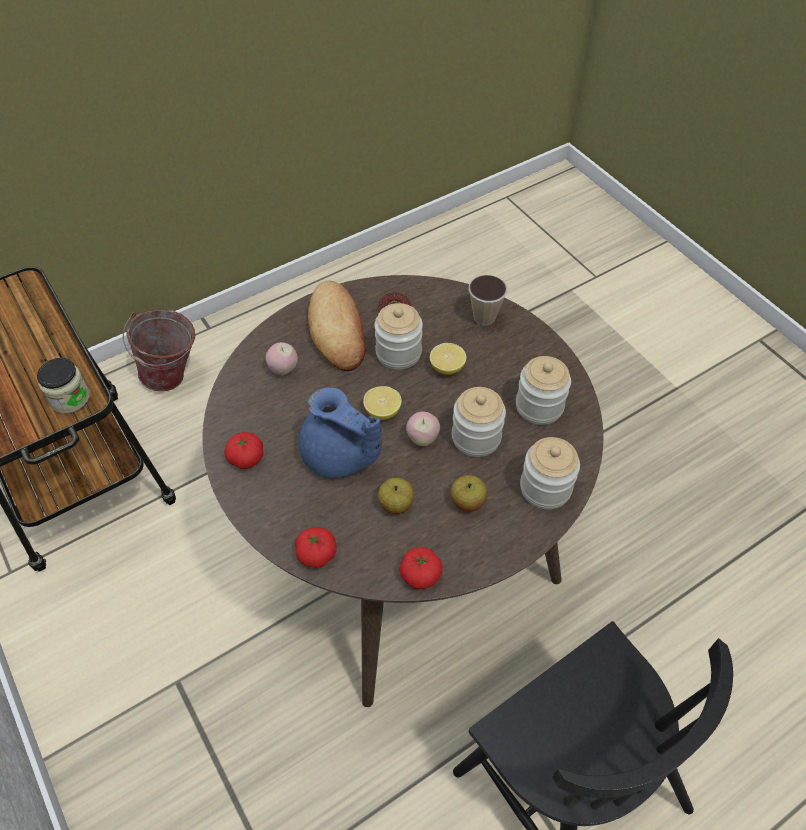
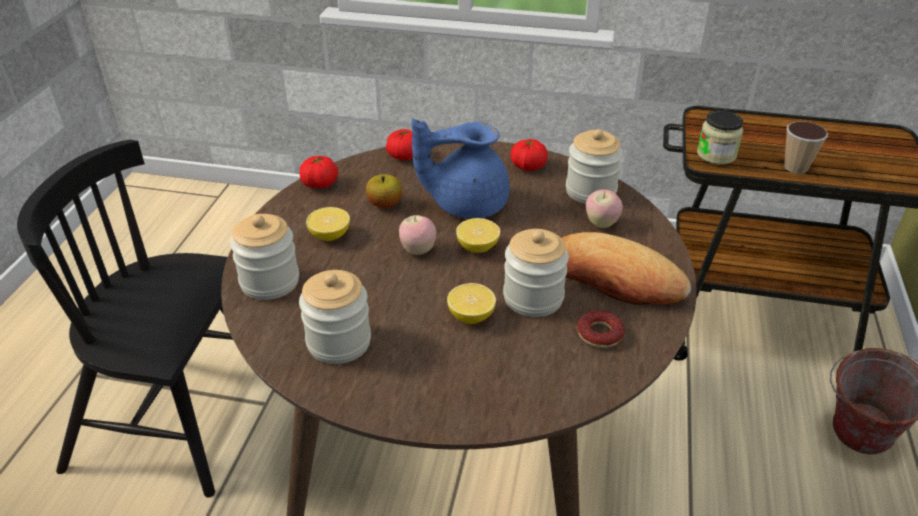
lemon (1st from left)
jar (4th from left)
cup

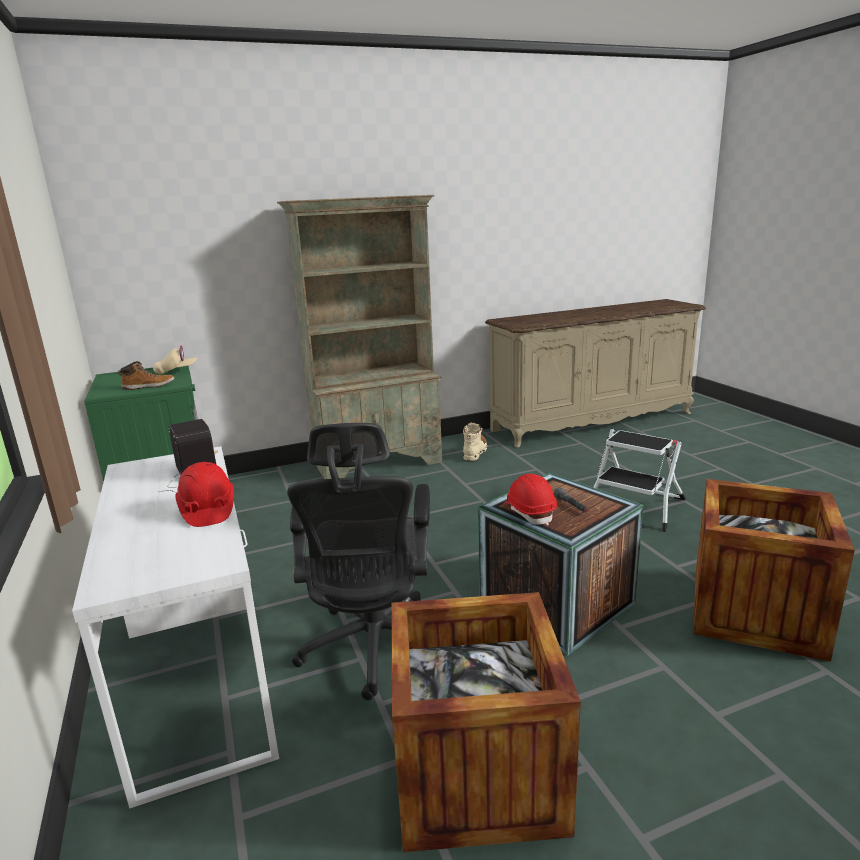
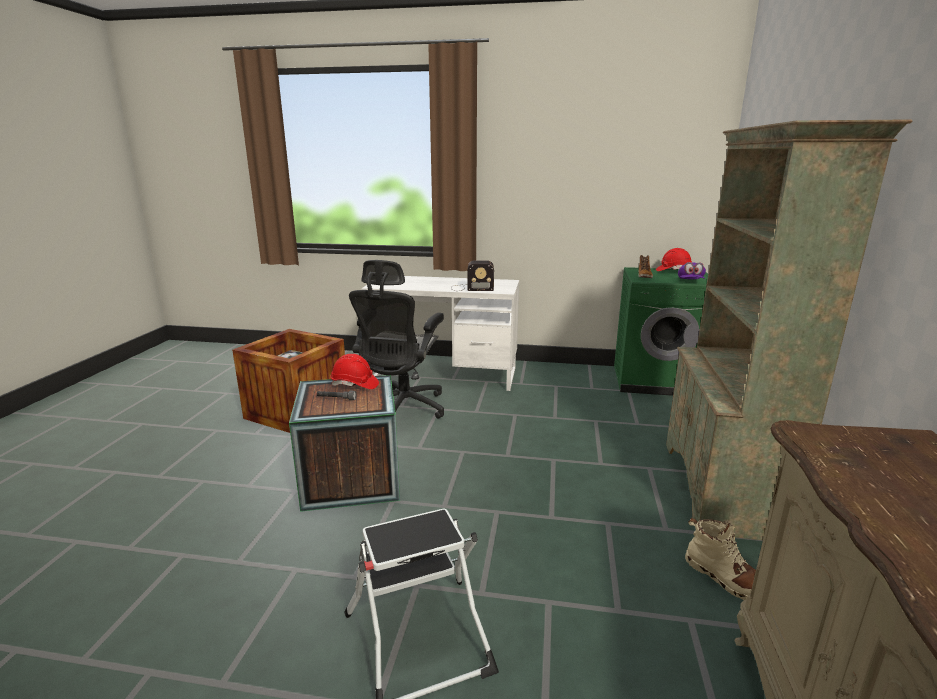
purple cap
red hard hat (2nd from left)
office chair
crate (3rd from left in the first image)

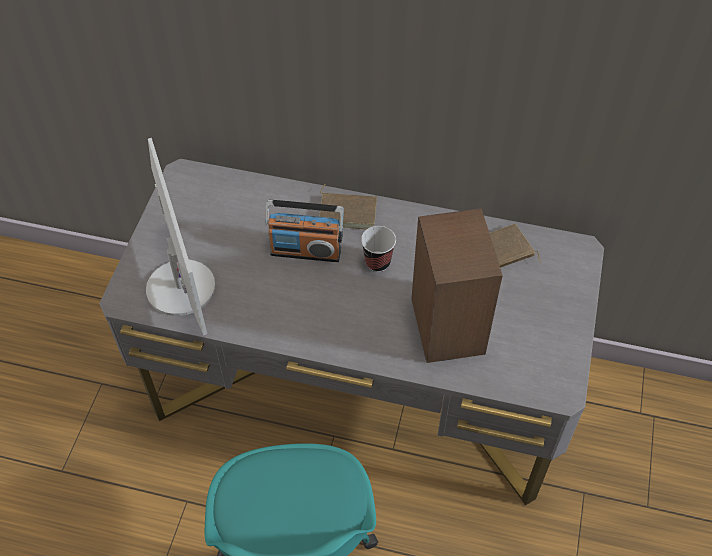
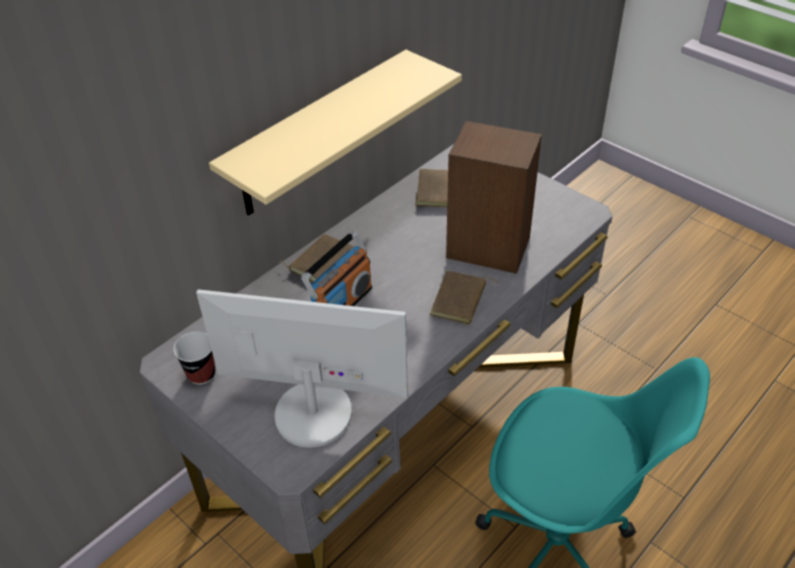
cup
beige shelf
brown book (3rd from left)

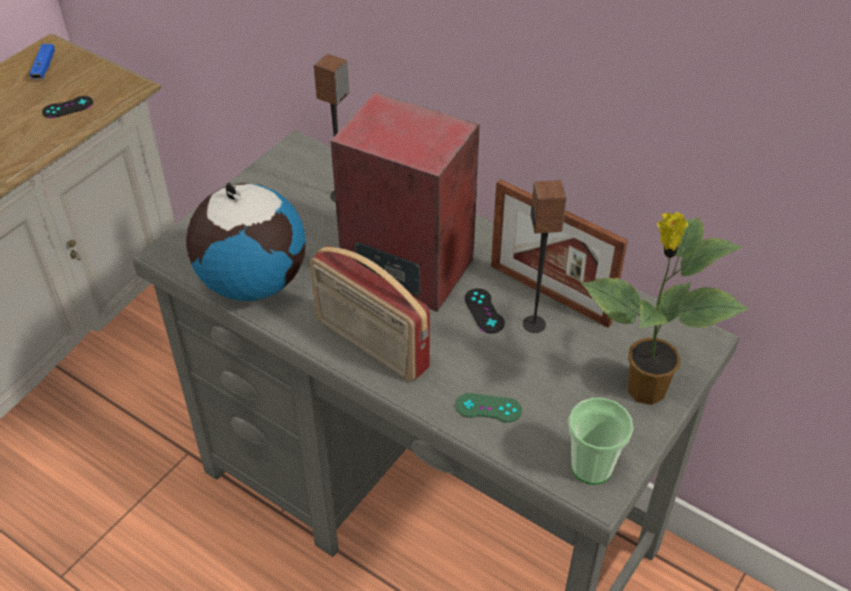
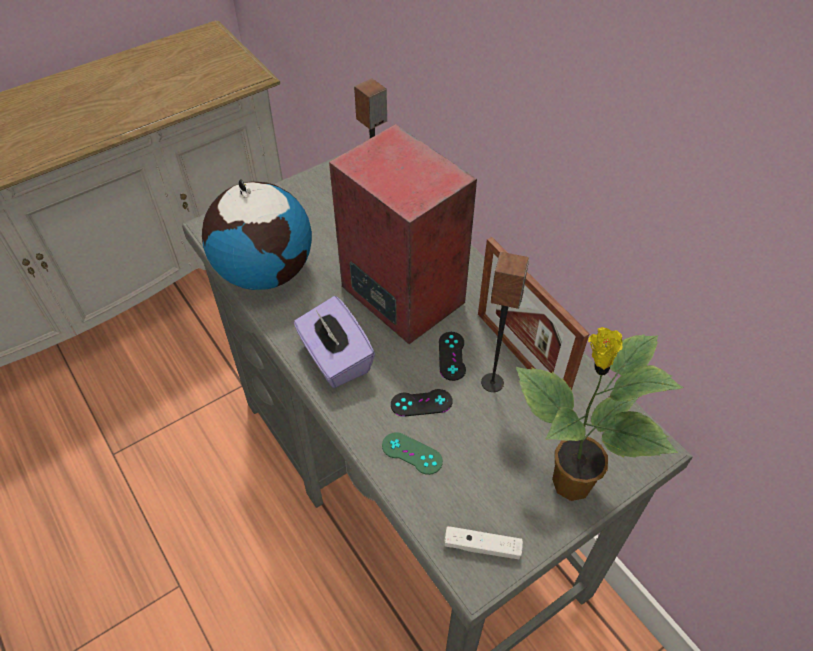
blue game controller
black game controller (1st from left)
purple tissue box
white game controller

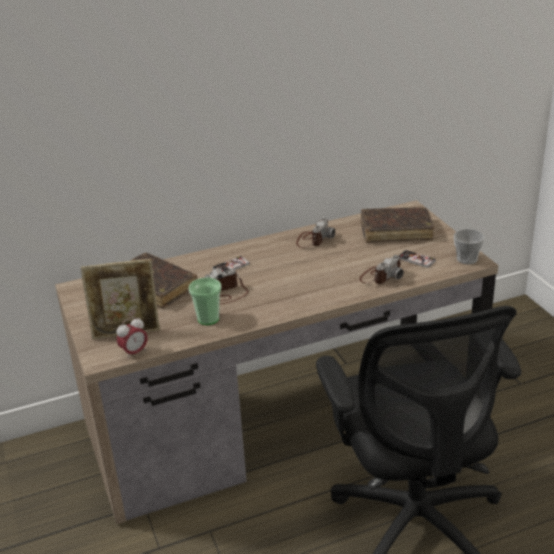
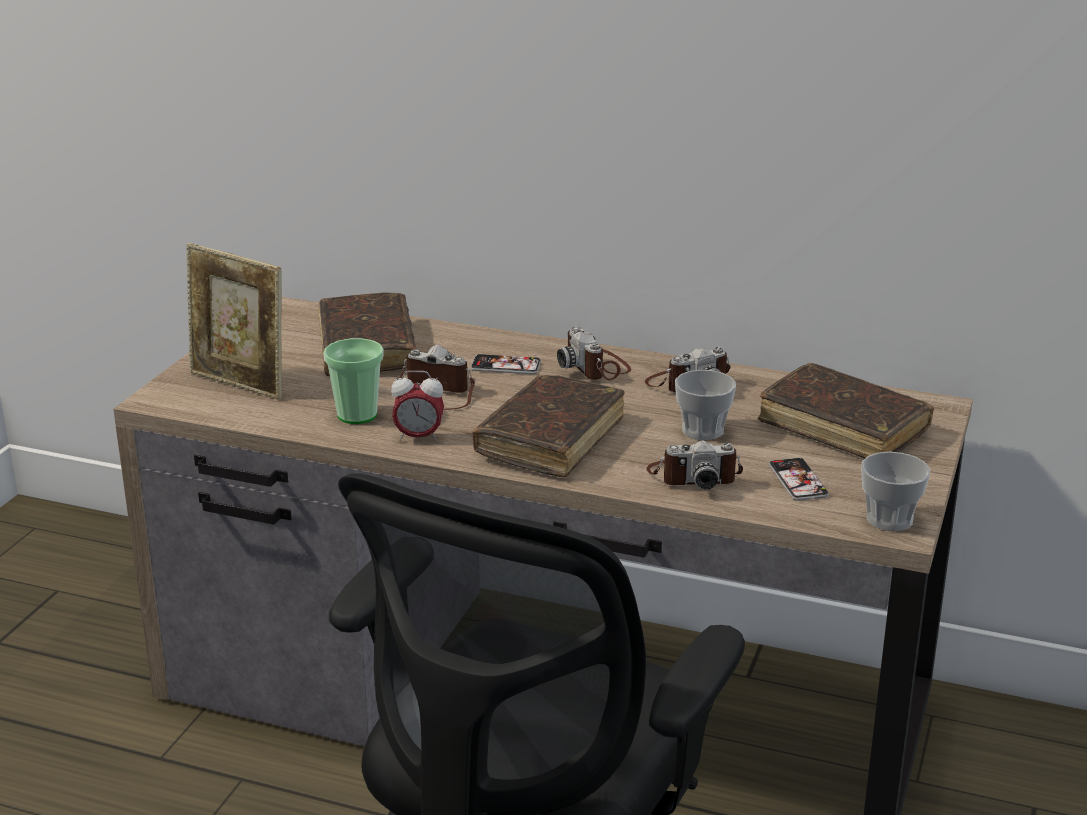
alarm clock
brown book (2nd from left)
photo camera (2nd from left)
cup (2nd from left)

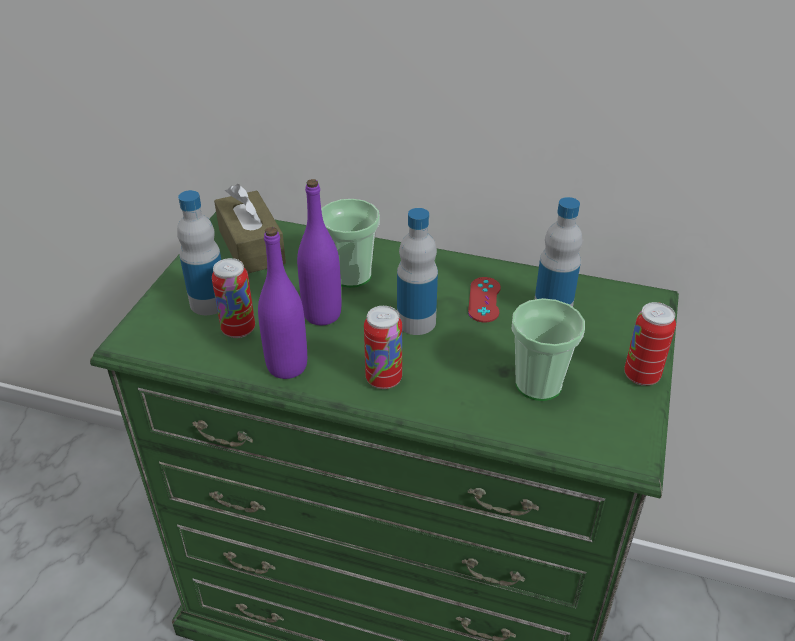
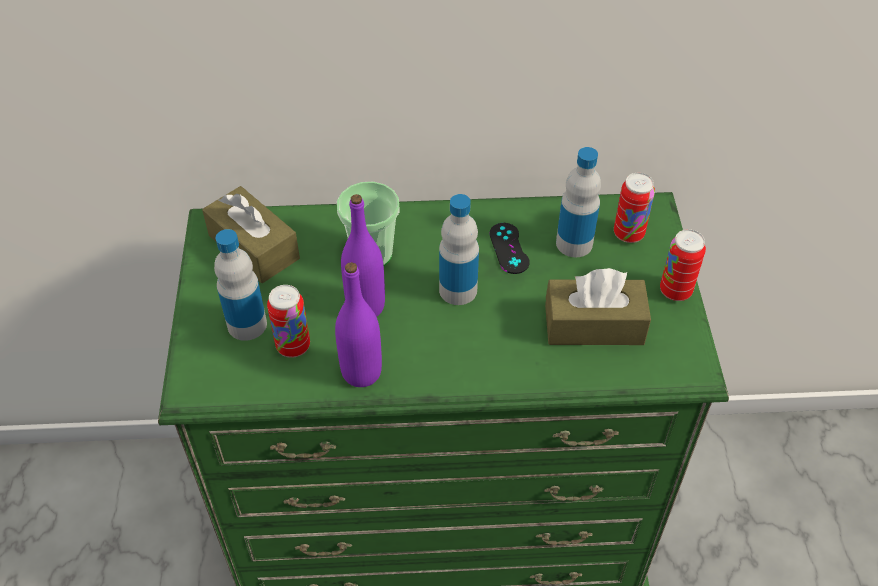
can (2nd from left)
black game controller
brown tissue box (2nd from left)

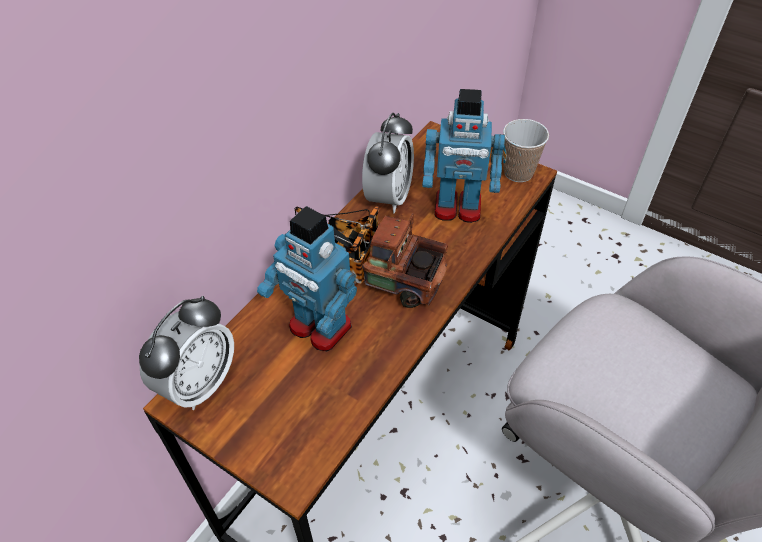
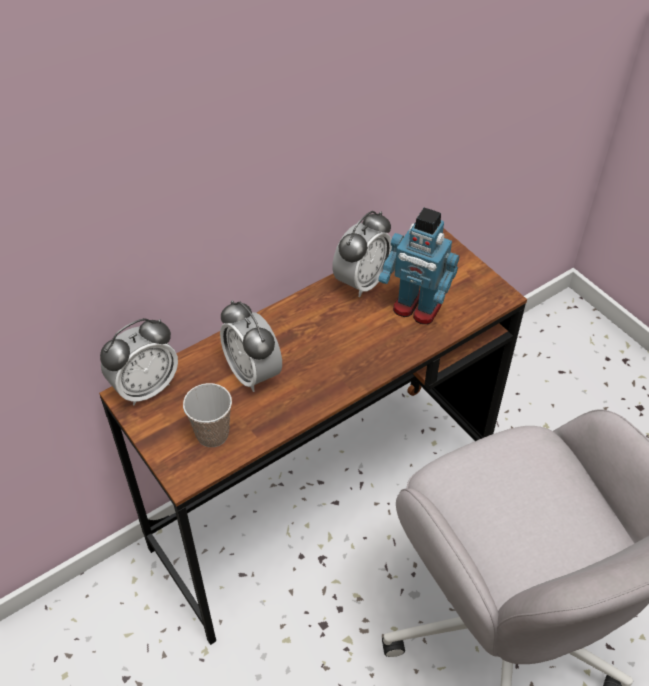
alarm clock (2nd from left)
toy truck
cup

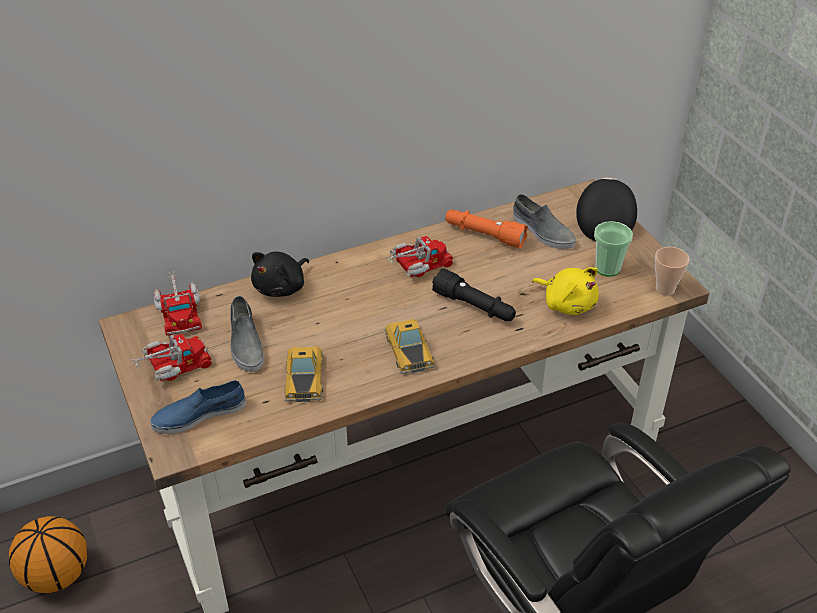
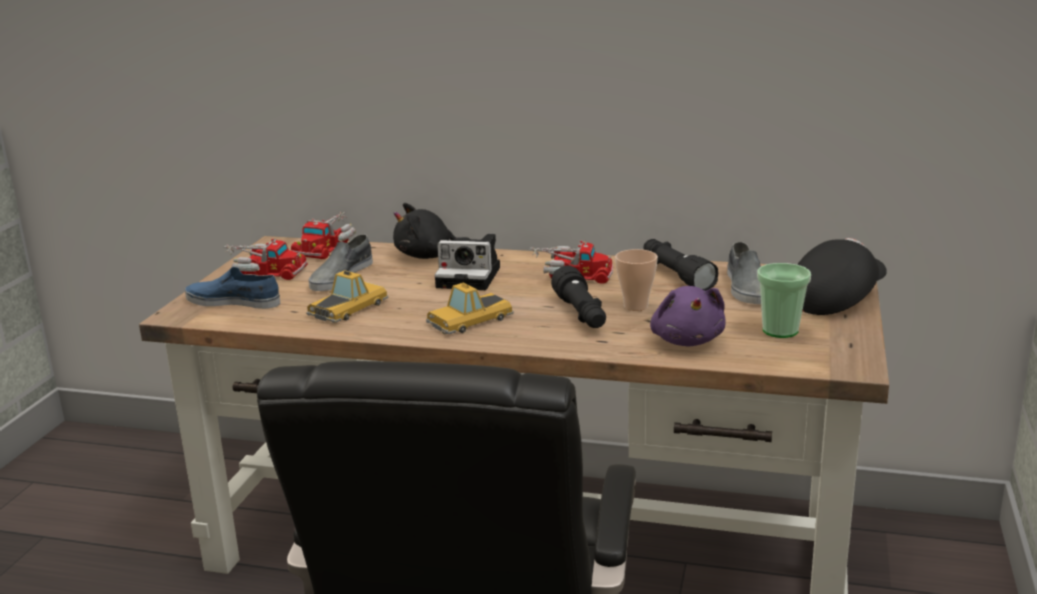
basketball
toy car (2nd from left)
black flashlight (2nd from left)
purple plush toy
cup (1st from left)
photo camera

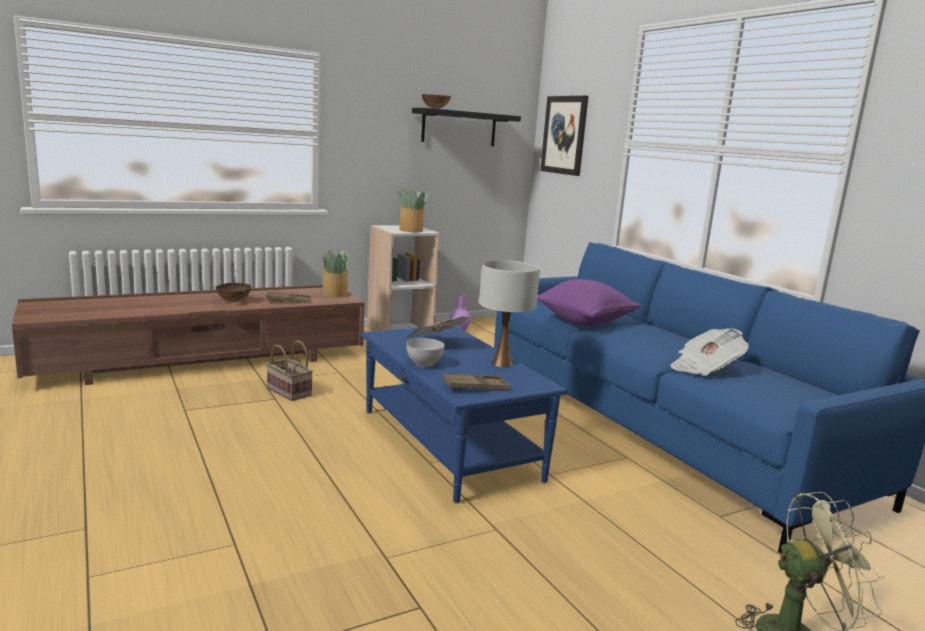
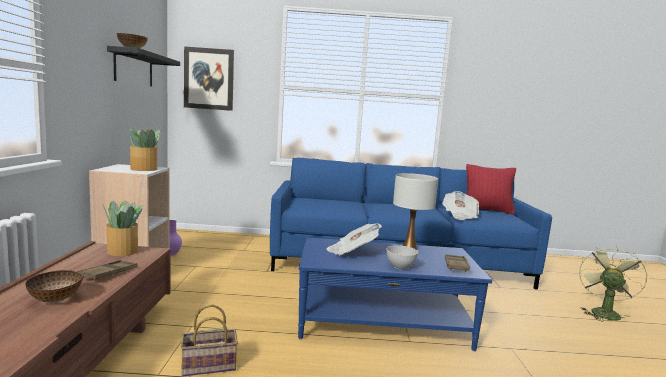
purple pillow
red pillow

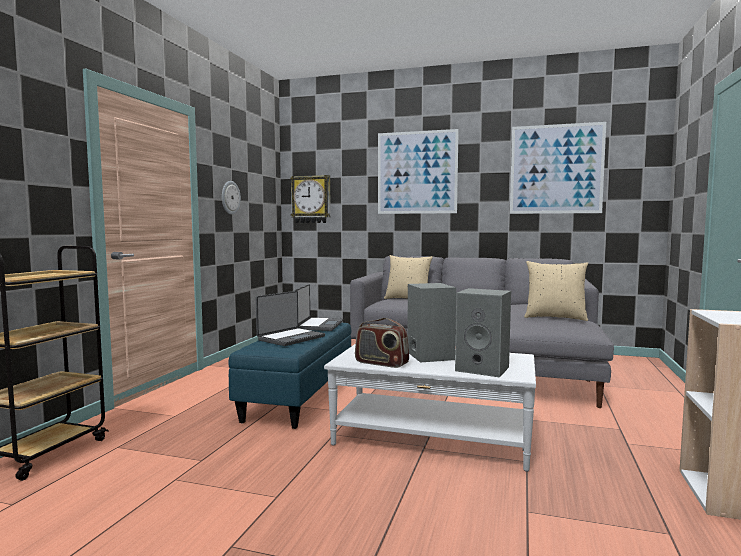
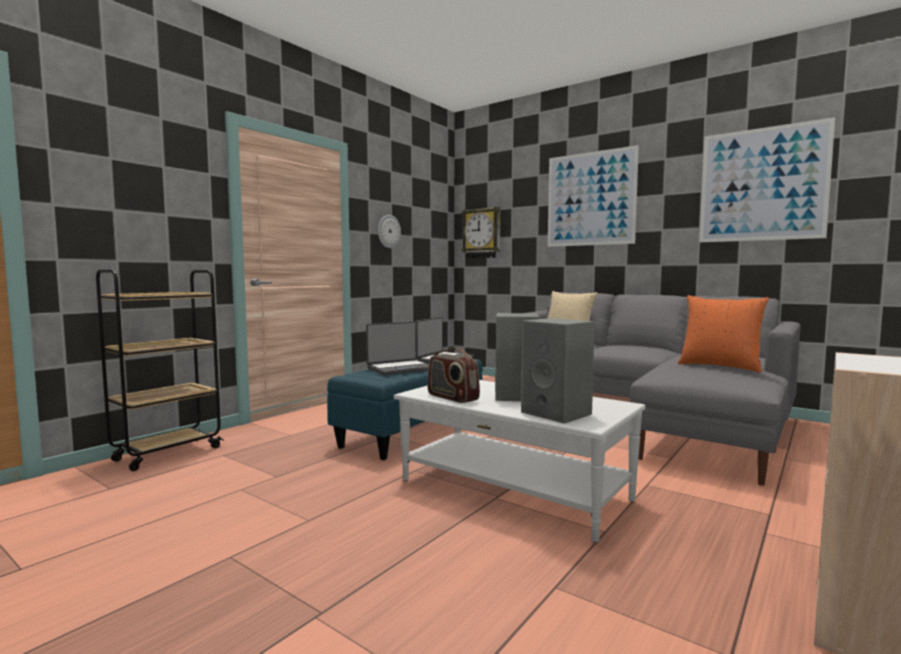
orange pillow

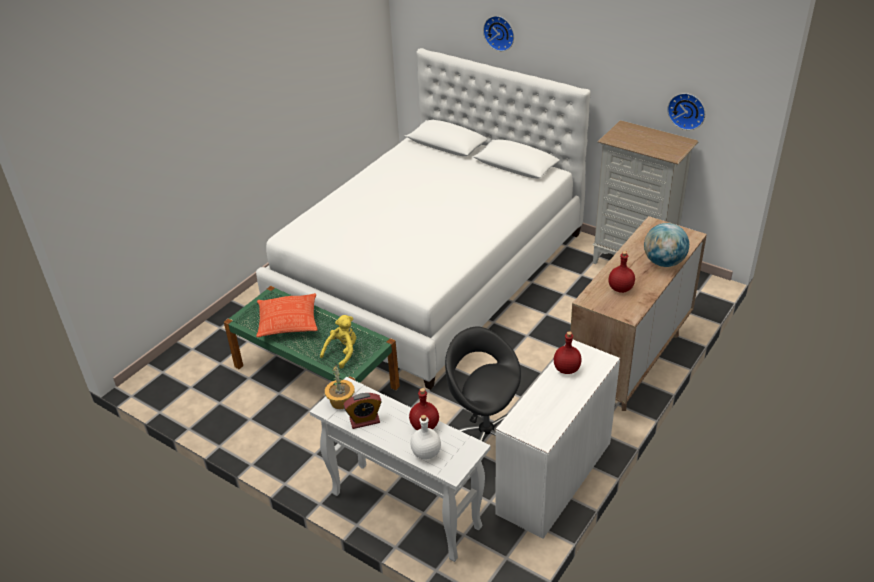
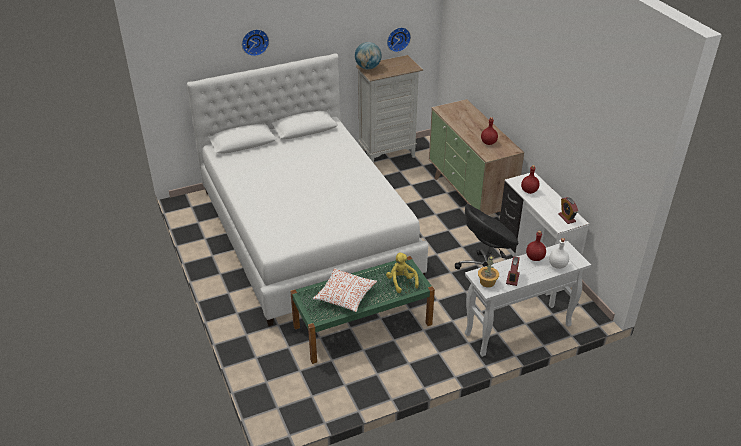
white pillow
globe
alarm clock (2nd from left)

